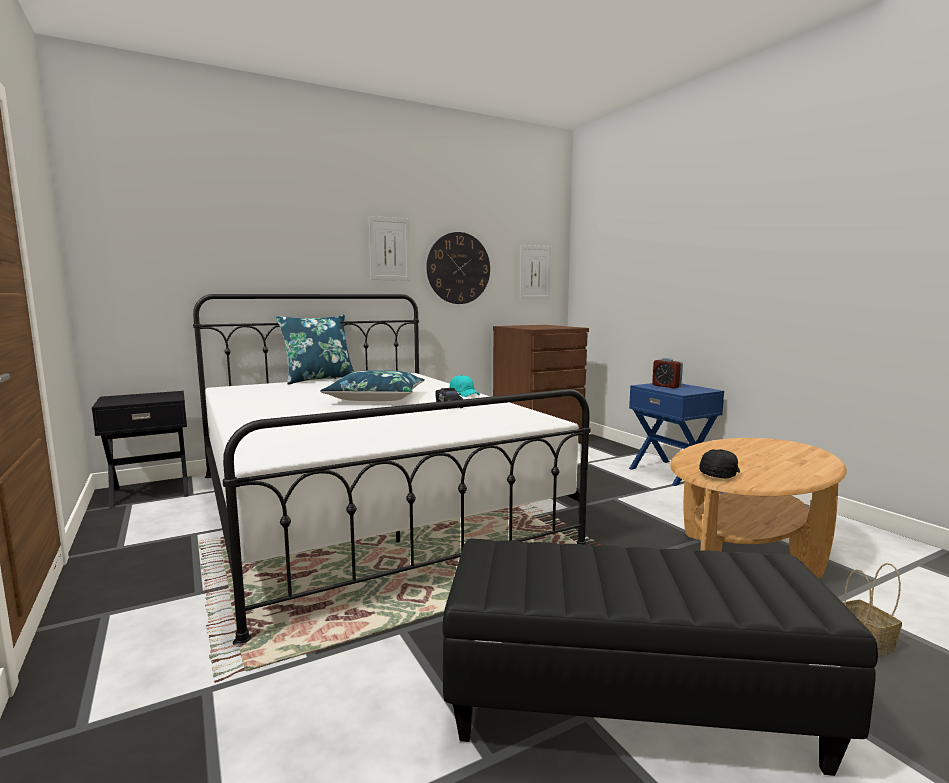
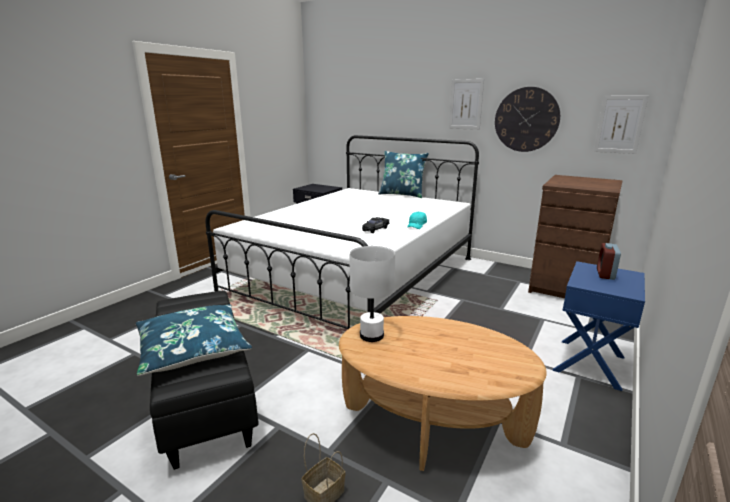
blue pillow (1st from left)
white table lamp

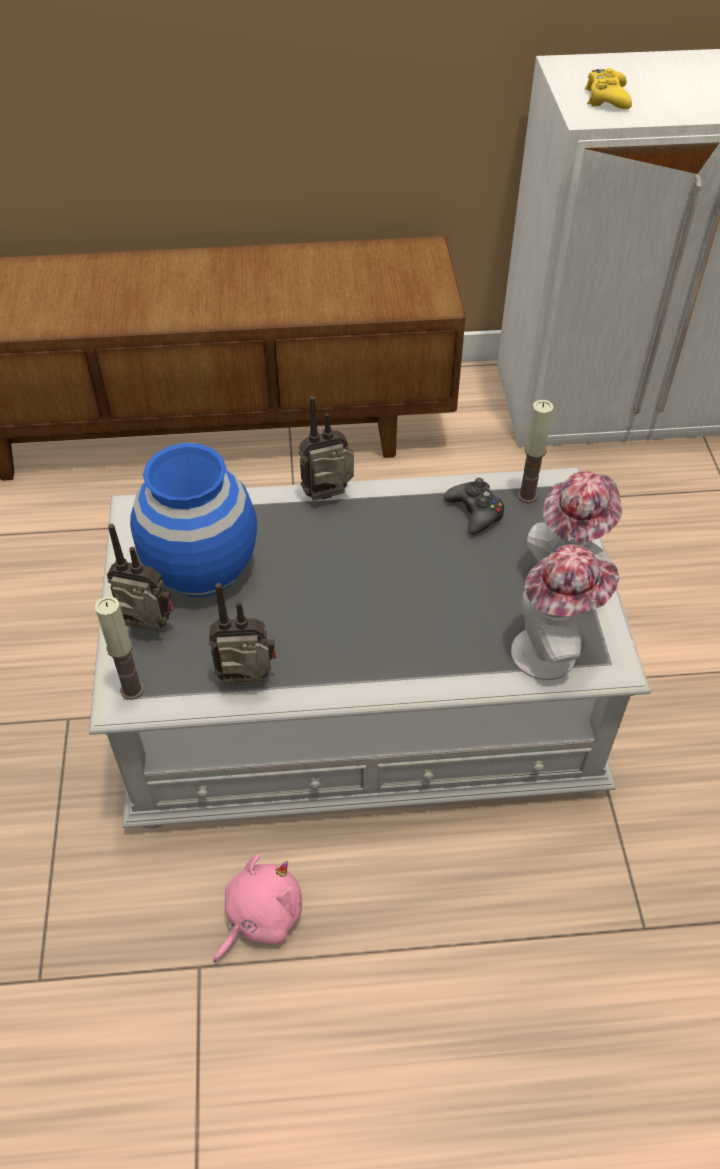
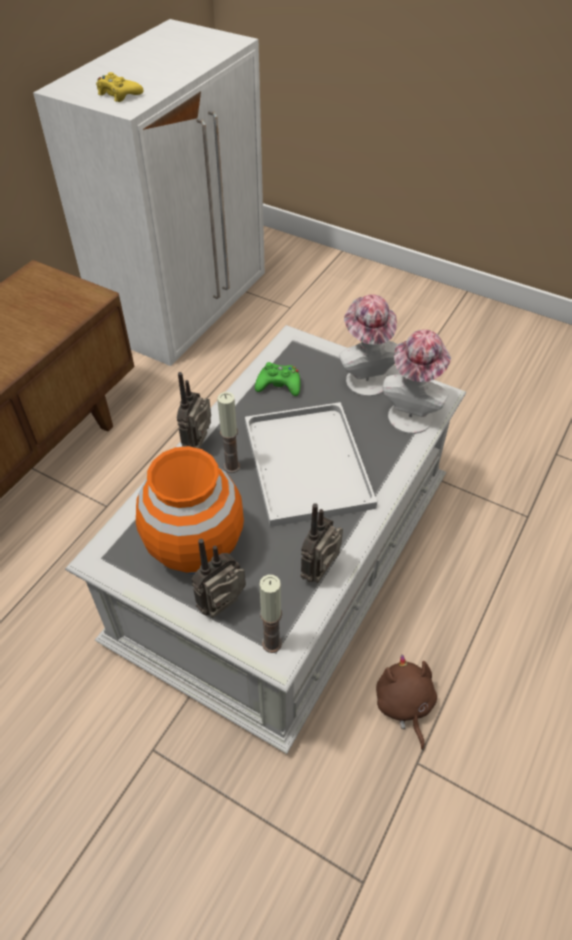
orange vase
brown plush toy
green game controller
candle (1st from left)
white tray

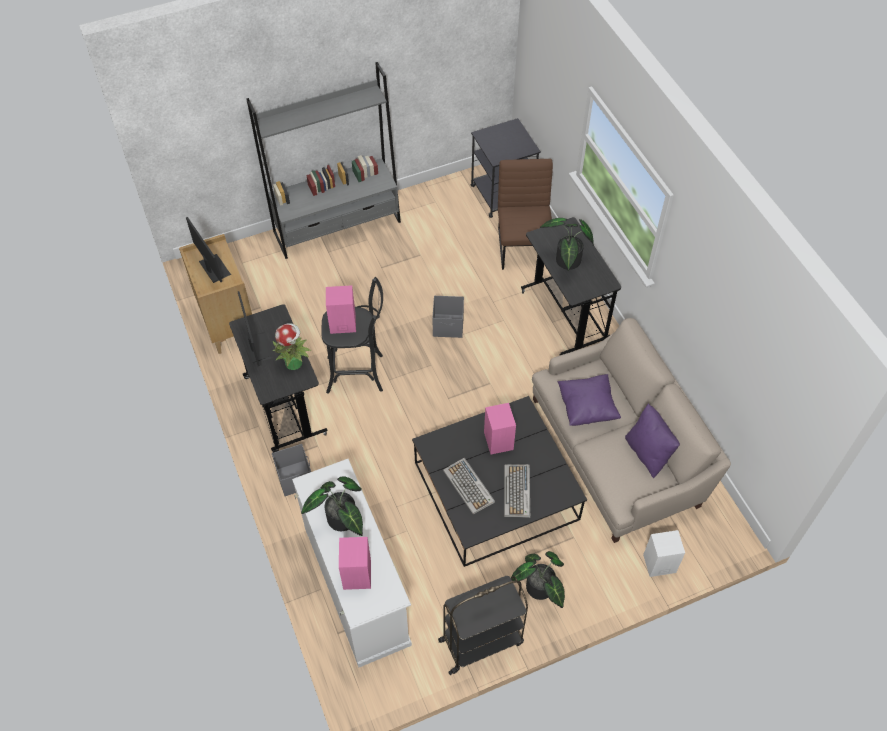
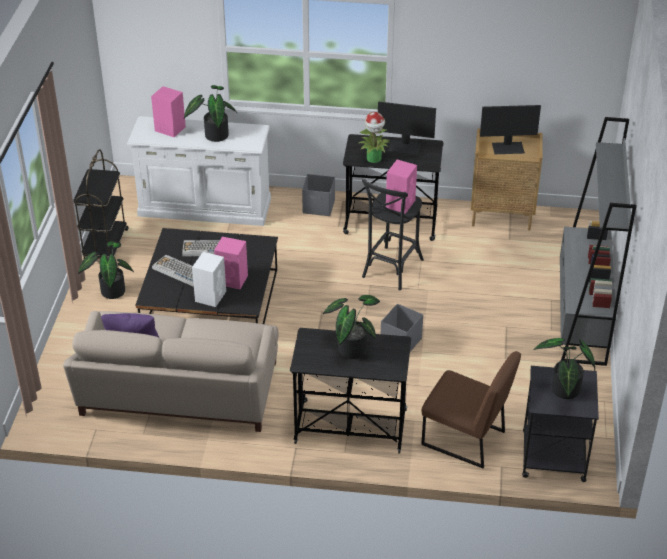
purple pillow (1st from left in the first image)
white speaker
potted plant (5th from left)

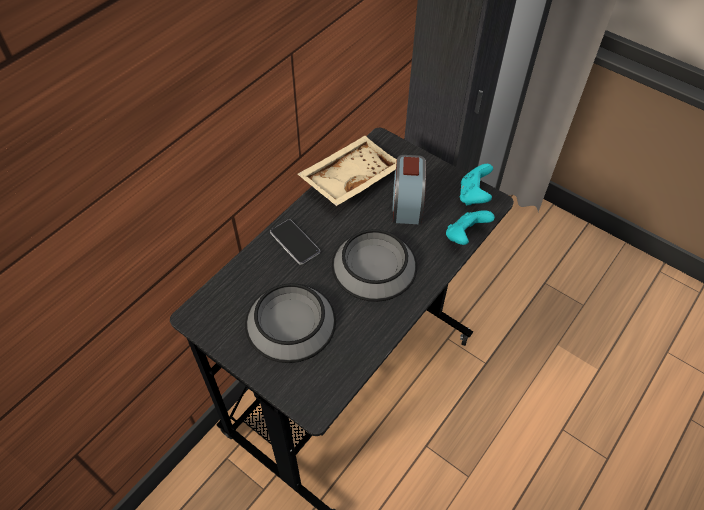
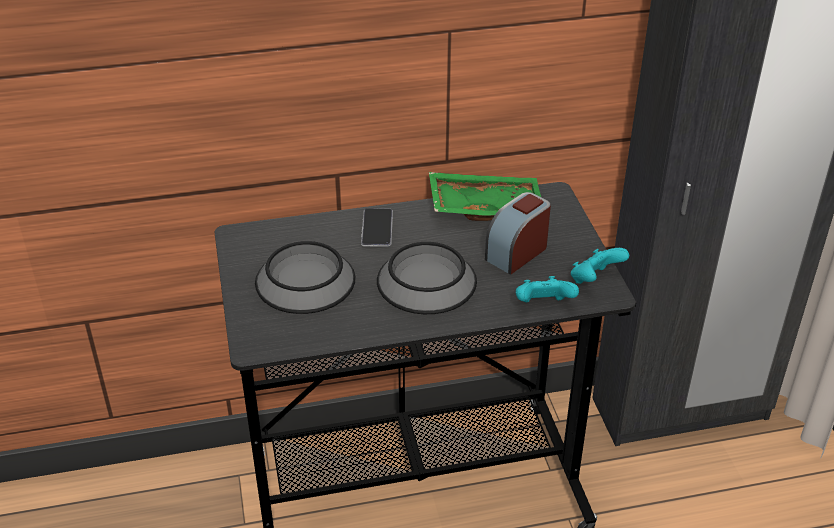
green tray

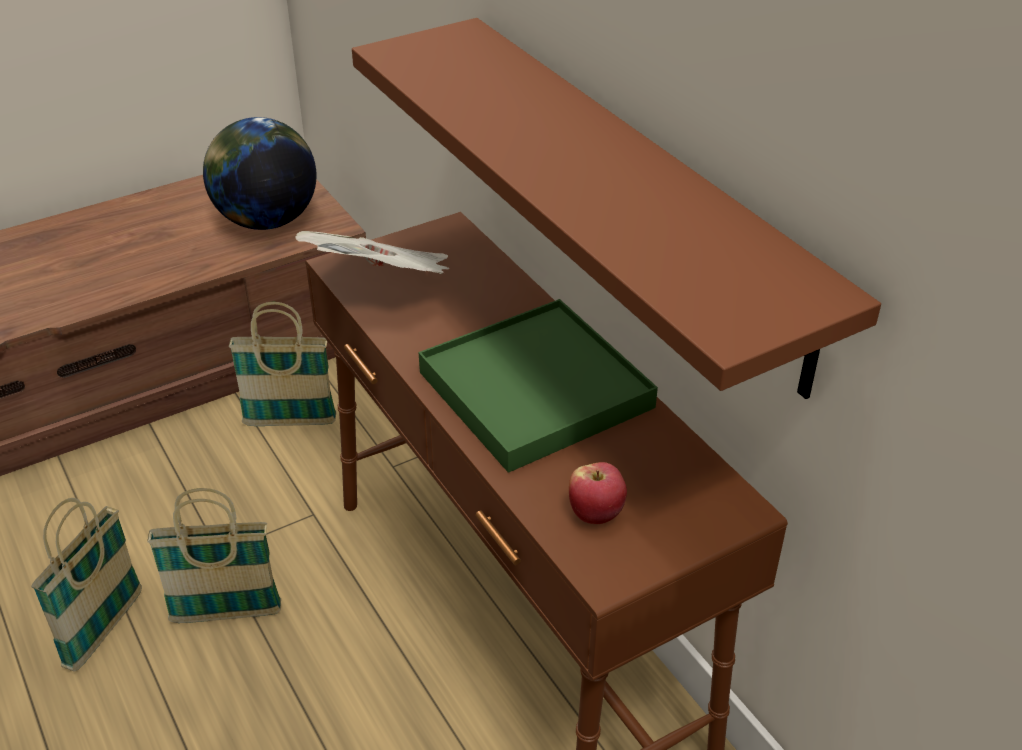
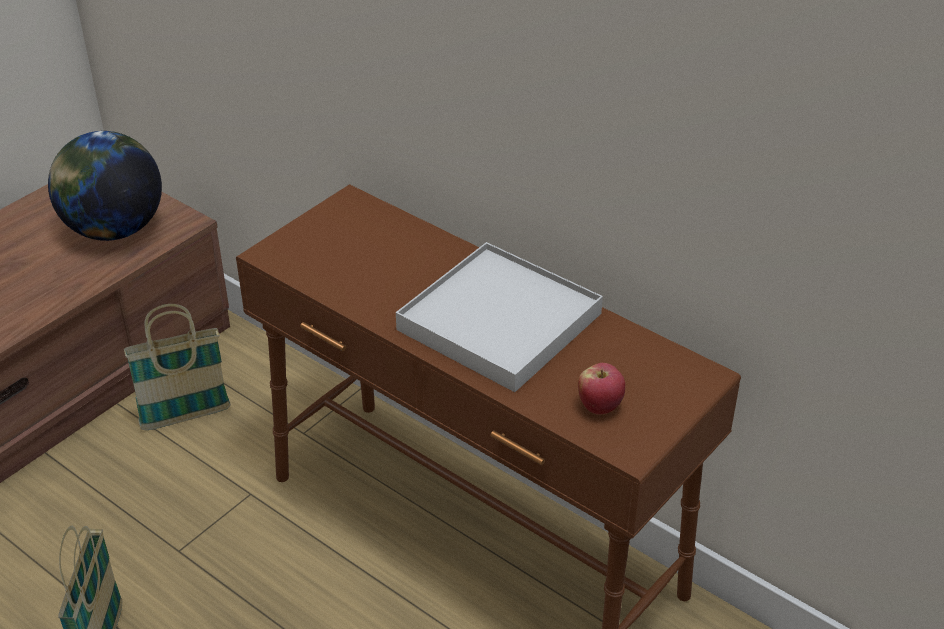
basket (2nd from left in the first image)
newspaper
brown shelf
white tray

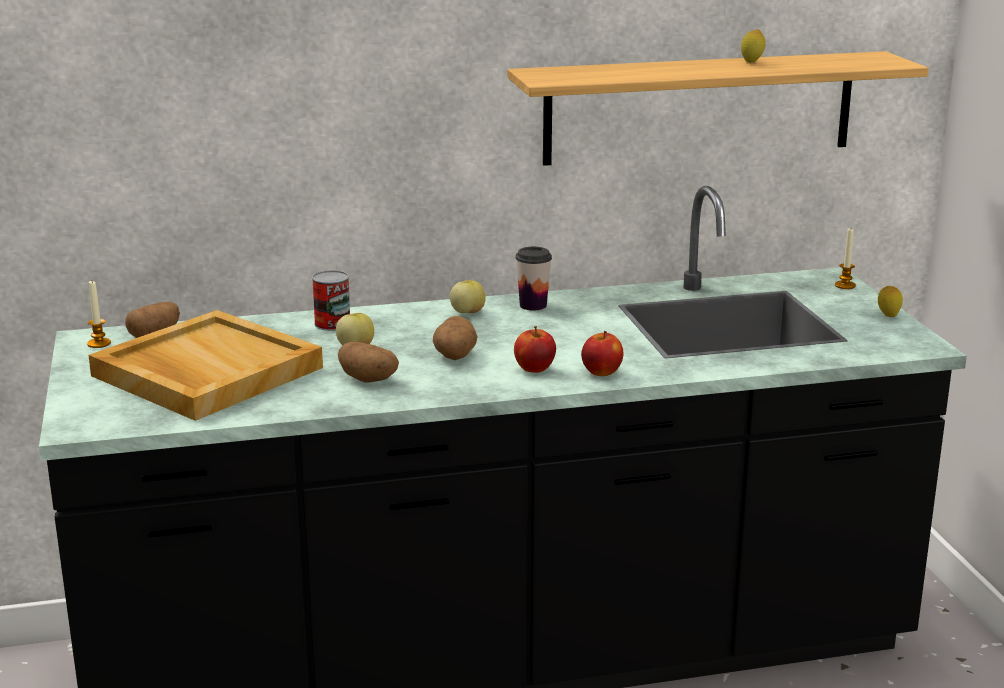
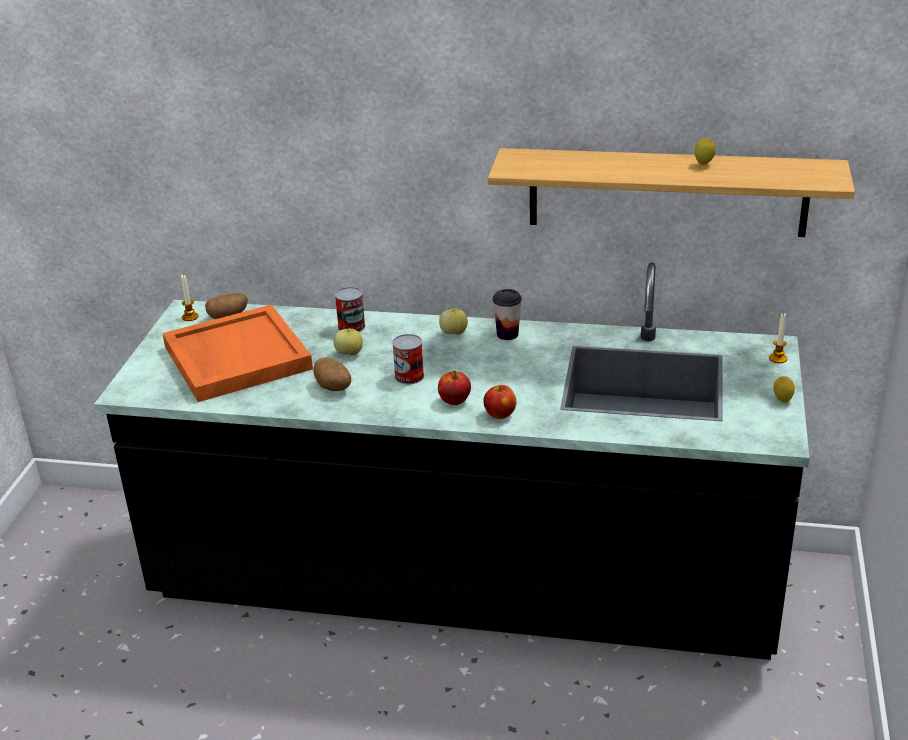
orange tray
can (2nd from left)

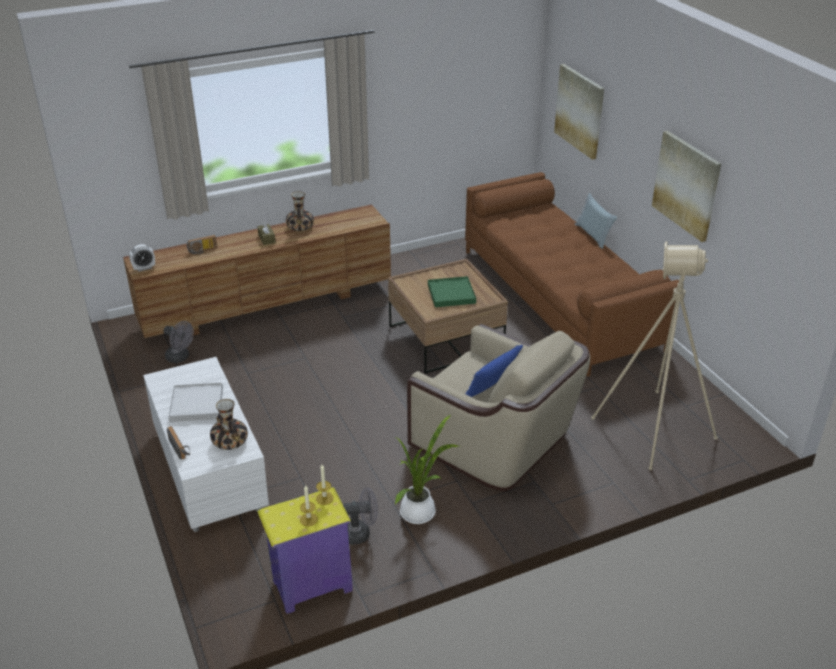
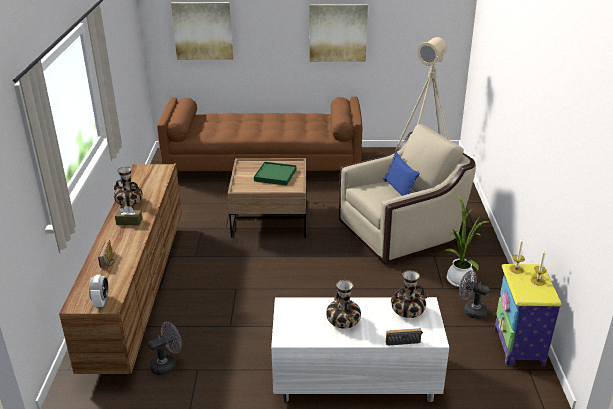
vase (2nd from left)
grey fan (2nd from left)
blue pillow (2nd from left in the first image)

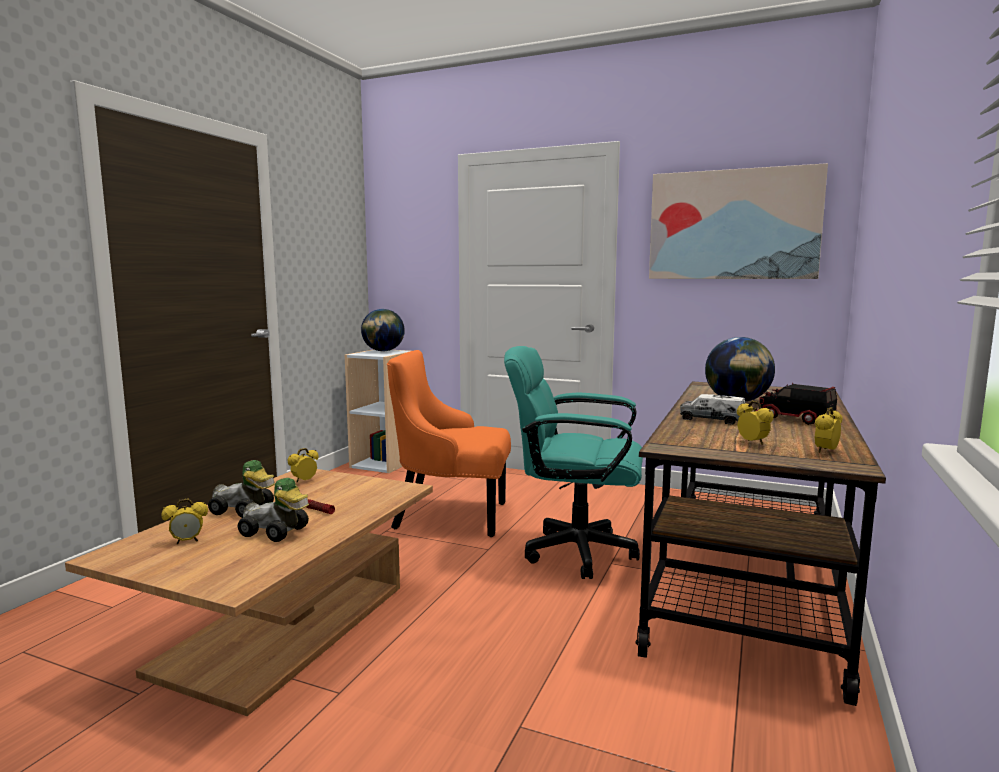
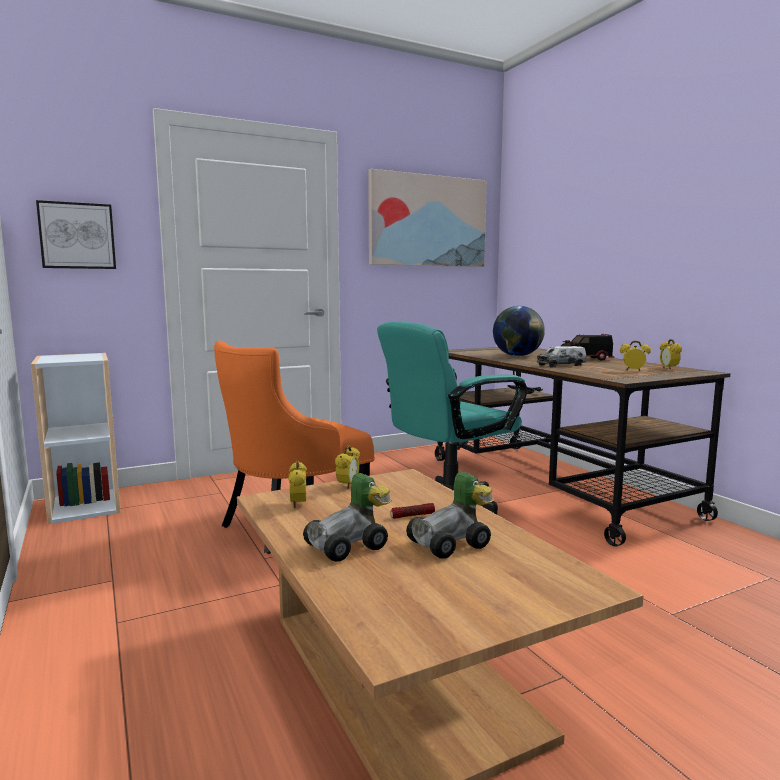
alarm clock (2nd from left)
globe (1st from left in the first image)
picture (1st from left)

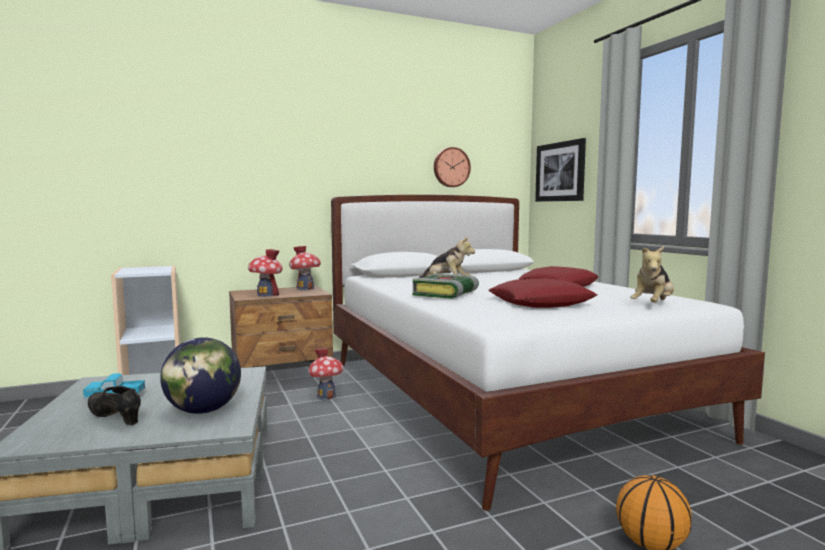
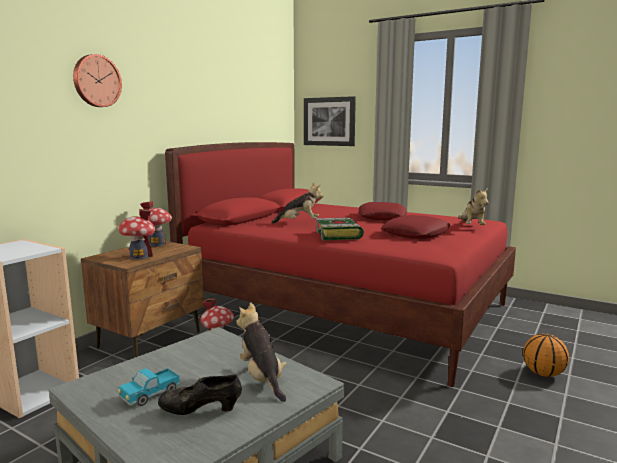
plush toy (1st from left)
red bed
wall clock

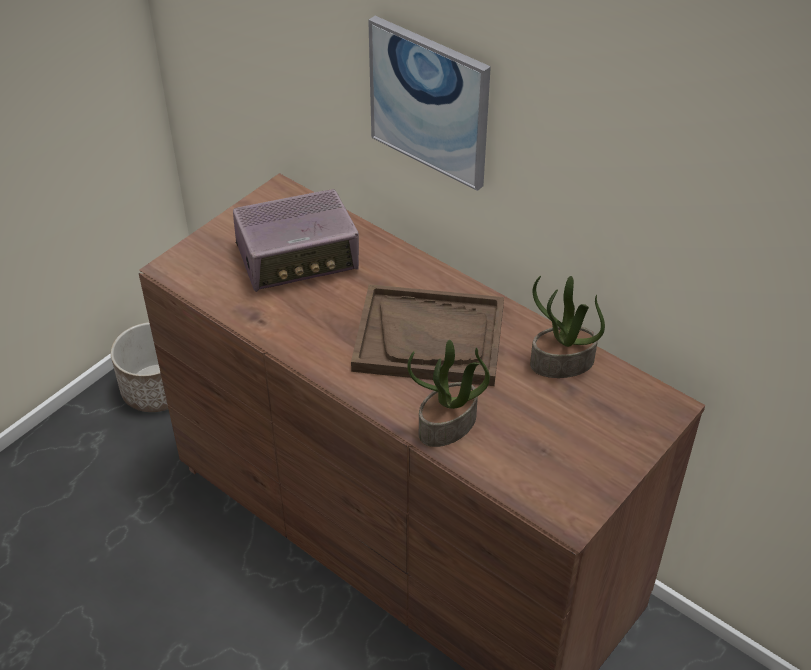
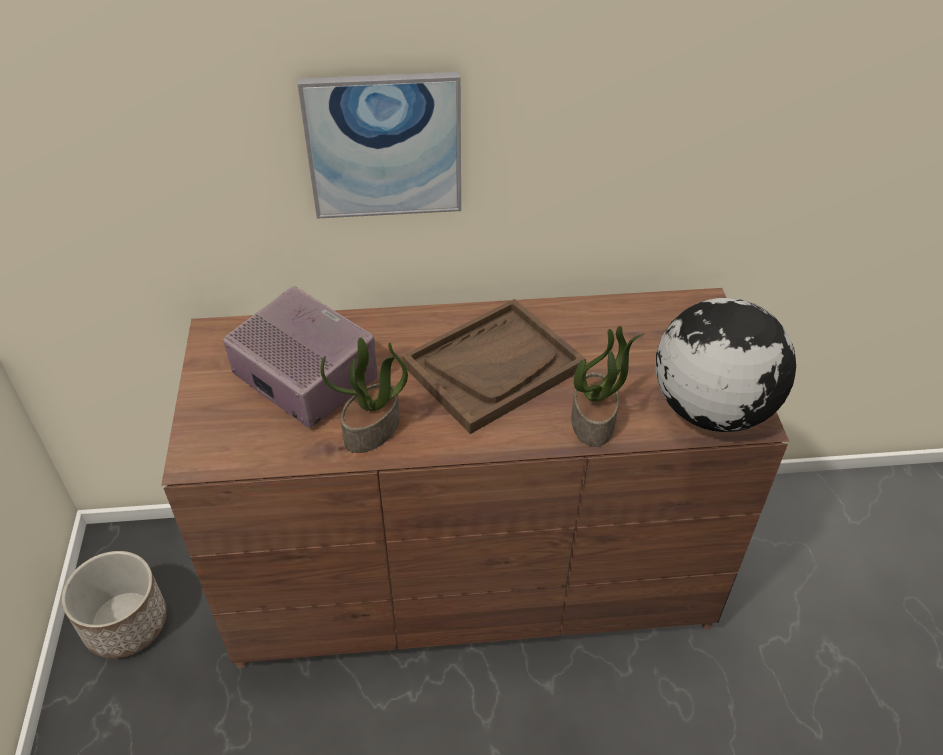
radio
potted plant (1st from left)
globe

